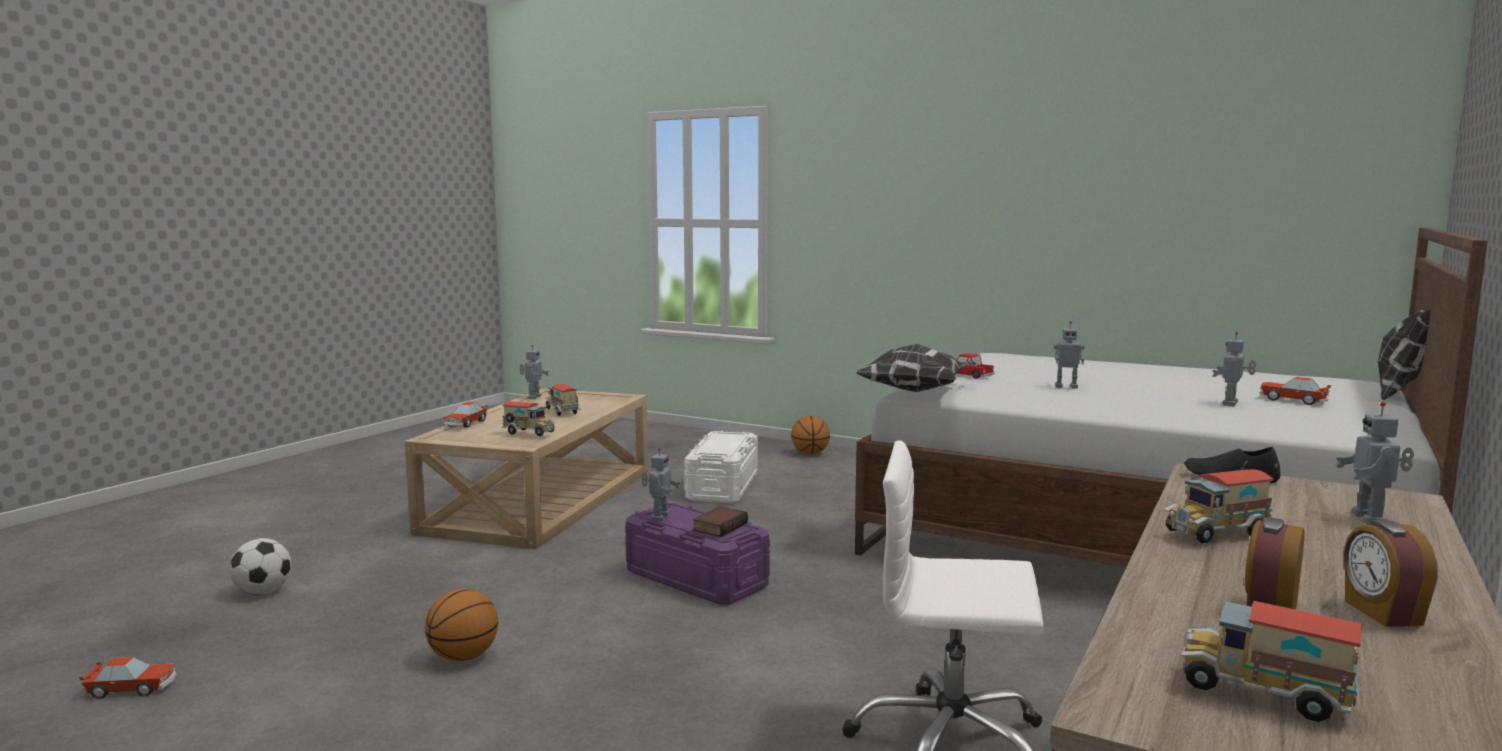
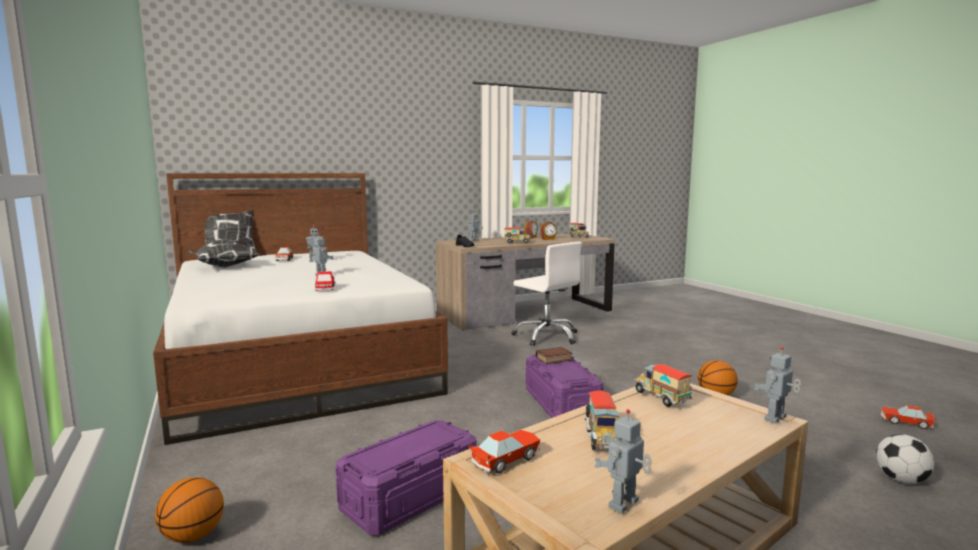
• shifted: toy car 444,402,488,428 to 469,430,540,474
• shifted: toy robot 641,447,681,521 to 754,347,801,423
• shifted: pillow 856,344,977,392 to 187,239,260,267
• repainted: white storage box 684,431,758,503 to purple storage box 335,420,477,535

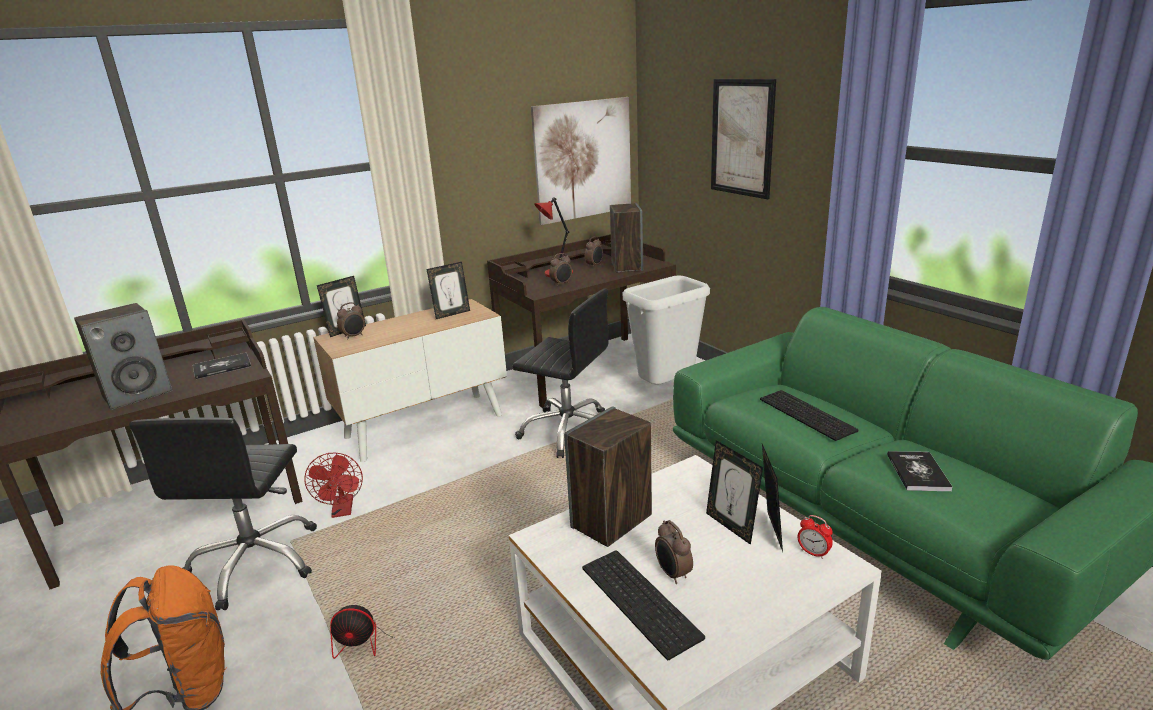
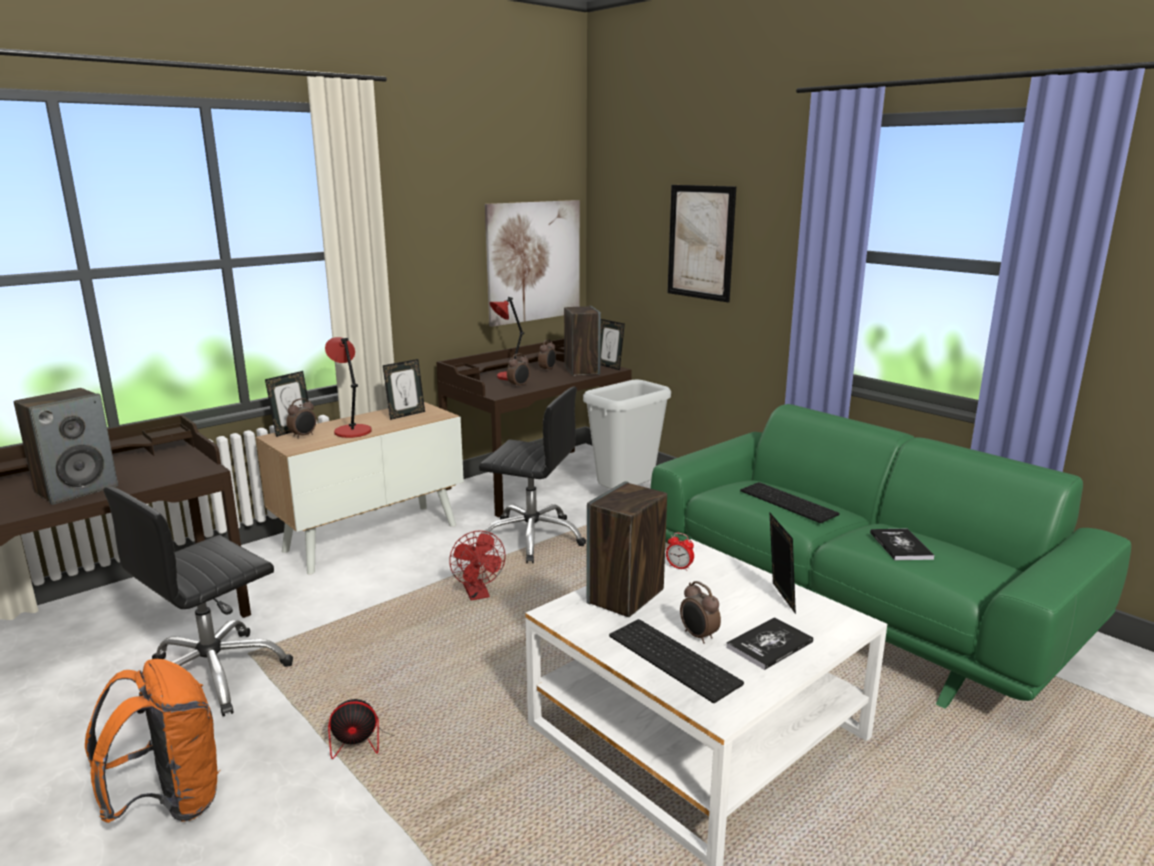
• new: red table lamp 325,337,372,438
• shifted: book 193,353,251,379 to 726,617,813,670
• shifted: red fan 304,453,363,518 to 449,531,505,601
• shifted: picture frame 706,440,763,545 to 600,319,625,370
• shifted: alarm clock 798,515,833,559 to 666,533,694,571
• rotated: black office chair 129,417,317,610 = 104,486,293,717 45 degrees clockwise

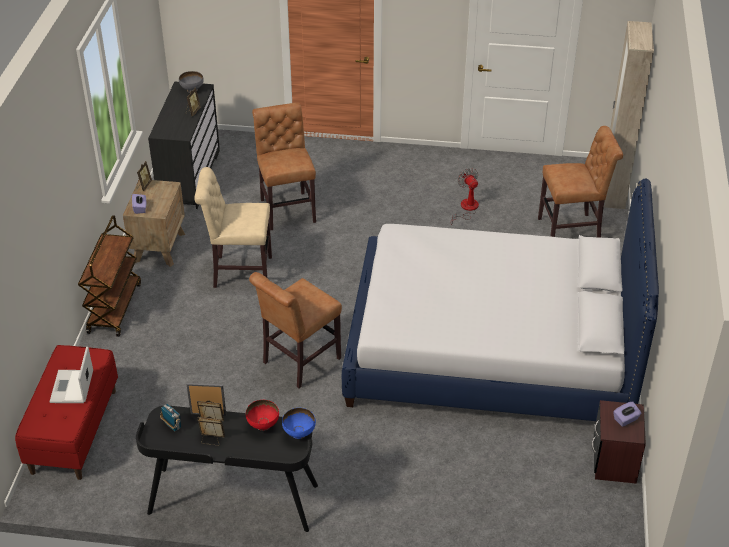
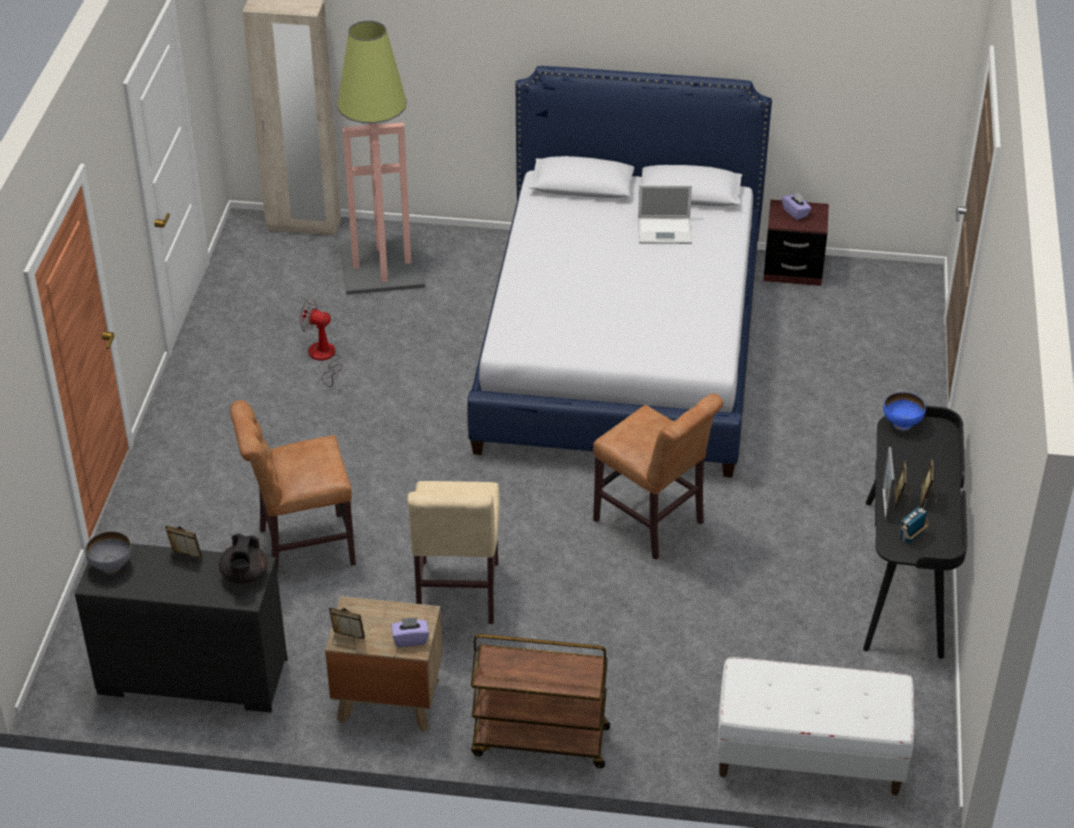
• gone: red bowl 246,400,279,431
• new: black teapot 219,534,268,584
• shifted: laptop 49,347,93,403 to 638,185,692,244
• swapped: brown chair 538,126,623,238 to floor lamp 337,20,425,295
• repainted: red bench 15,345,118,480 to white bench 717,657,914,795
• rotated: fan 451,168,479,225 = 299,299,343,387 45 degrees clockwise

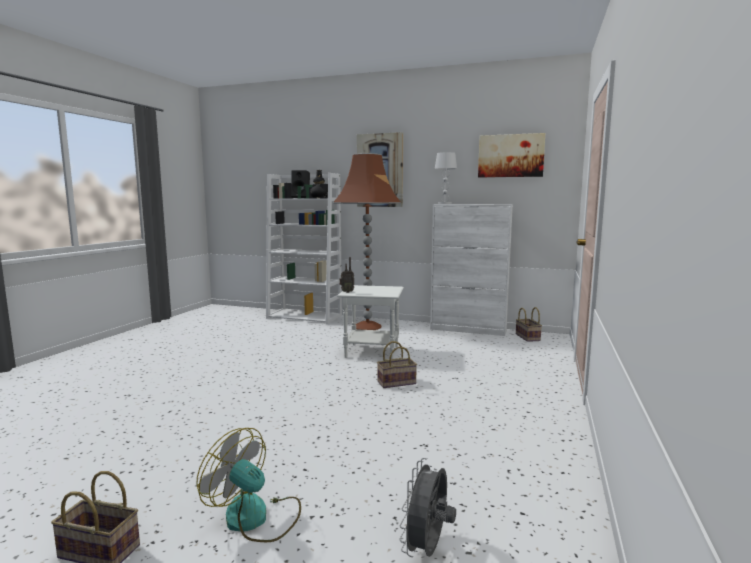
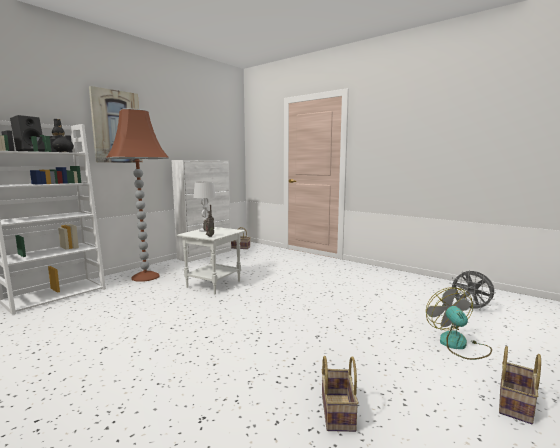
• gone: picture 478,133,545,177
• shifted: basket 377,341,417,388 to 322,356,359,432
• shifted: white table lamp 435,152,457,204 to 193,182,216,232
• rotated: fan 197,428,301,542 = 426,287,492,360 120 degrees clockwise

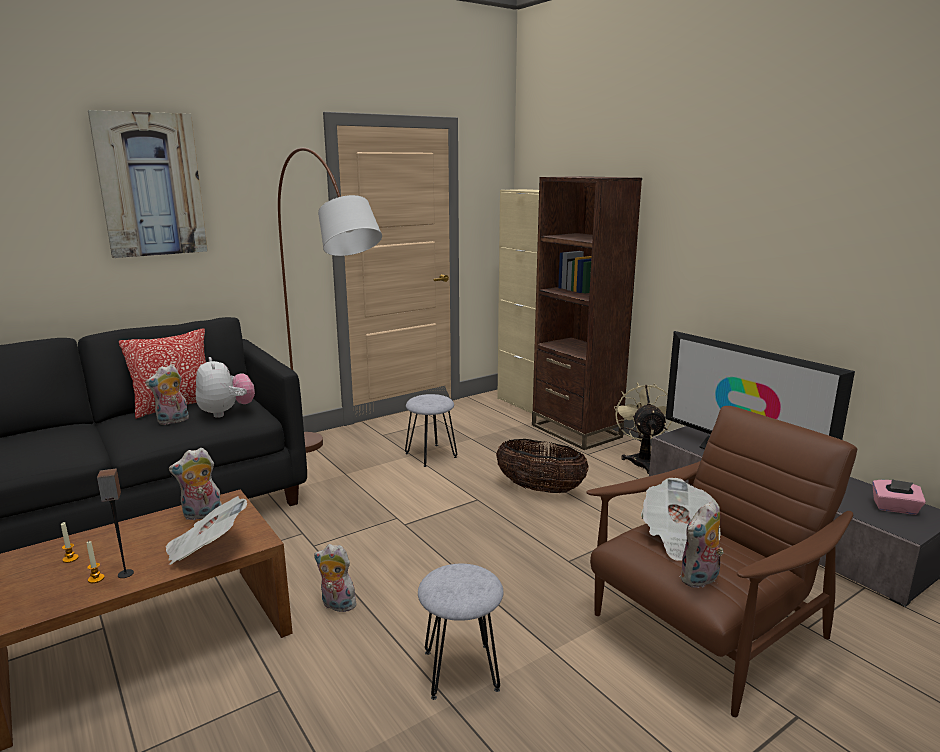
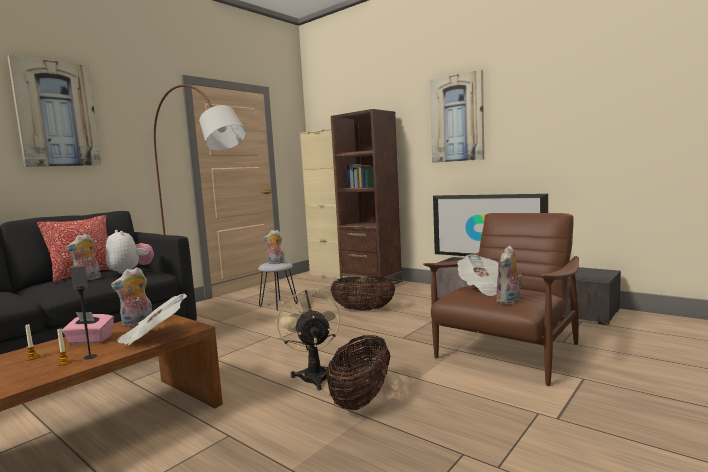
• new: picture 430,70,484,163
• shifted: plush toy 314,544,356,612 to 263,230,286,264
• shifted: beige fan 614,383,672,474 to 276,288,340,390
• shifted: pink tissue box 872,479,926,515 to 62,312,114,344
• swapped: grey stool 418,564,503,700 to basket 326,335,390,410

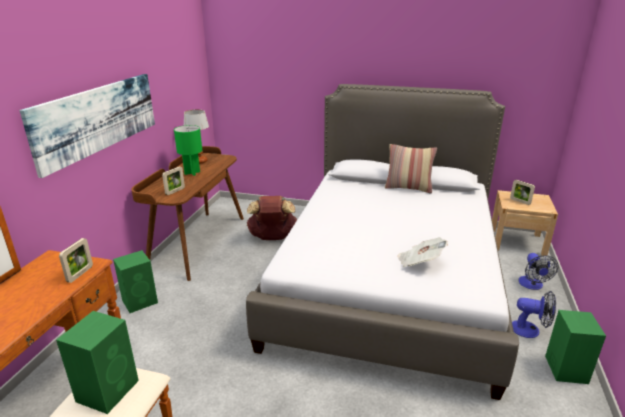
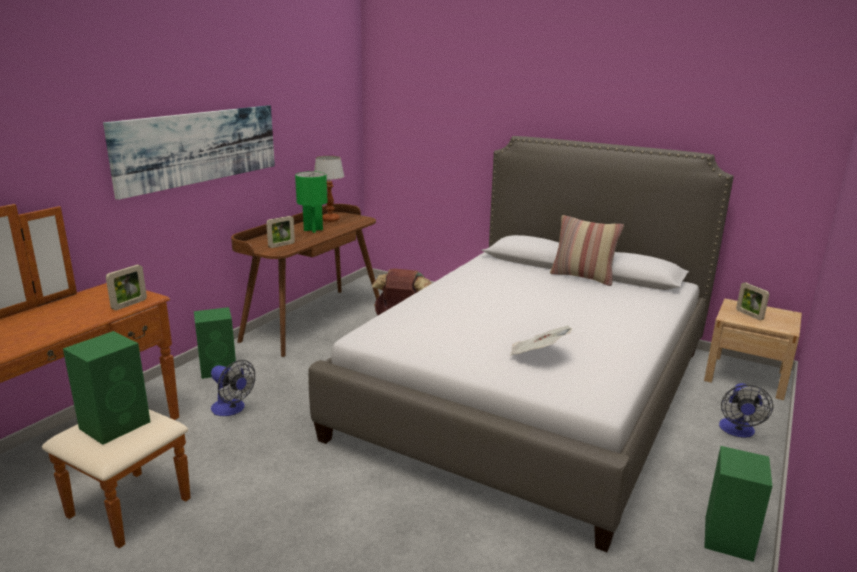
• shifted: fan 512,291,556,338 to 211,360,255,416

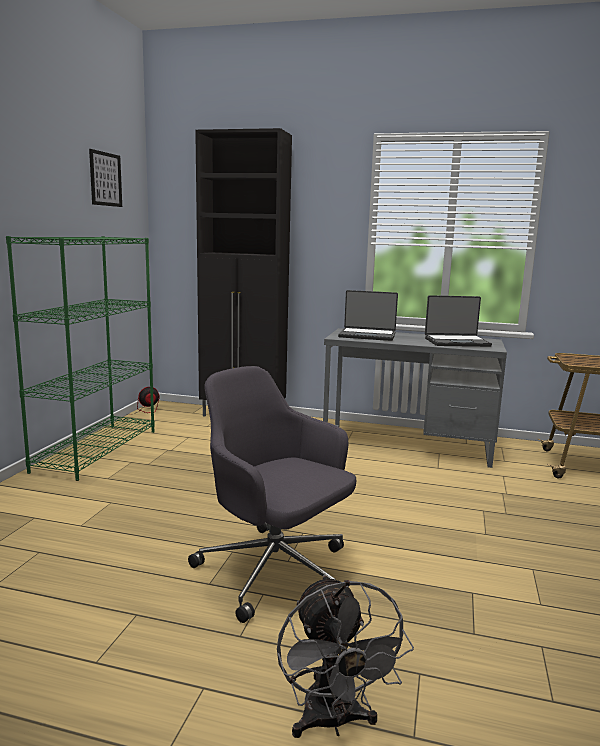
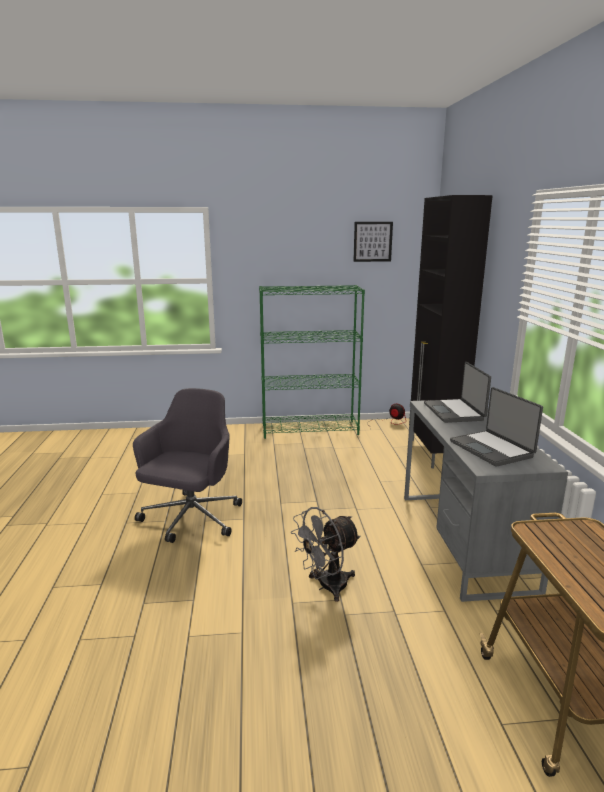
• shifted: grey fan 277,575,414,738 to 291,507,361,602

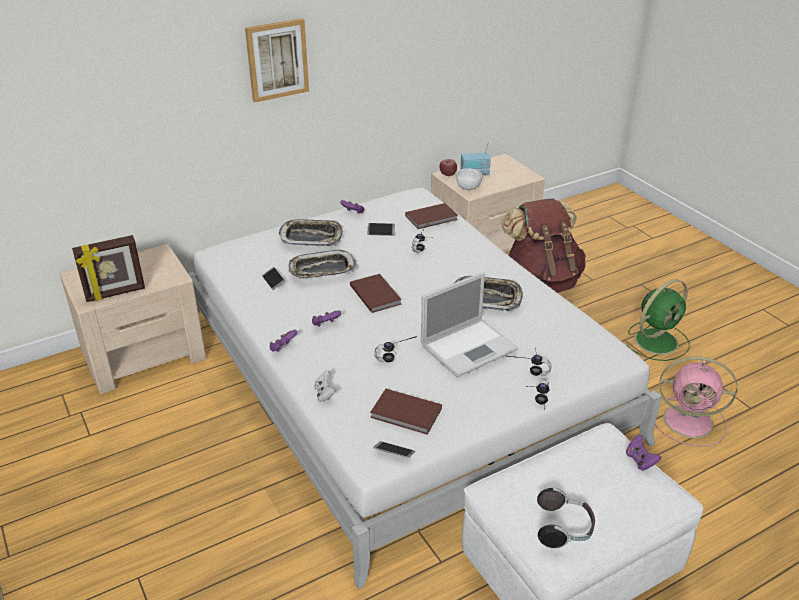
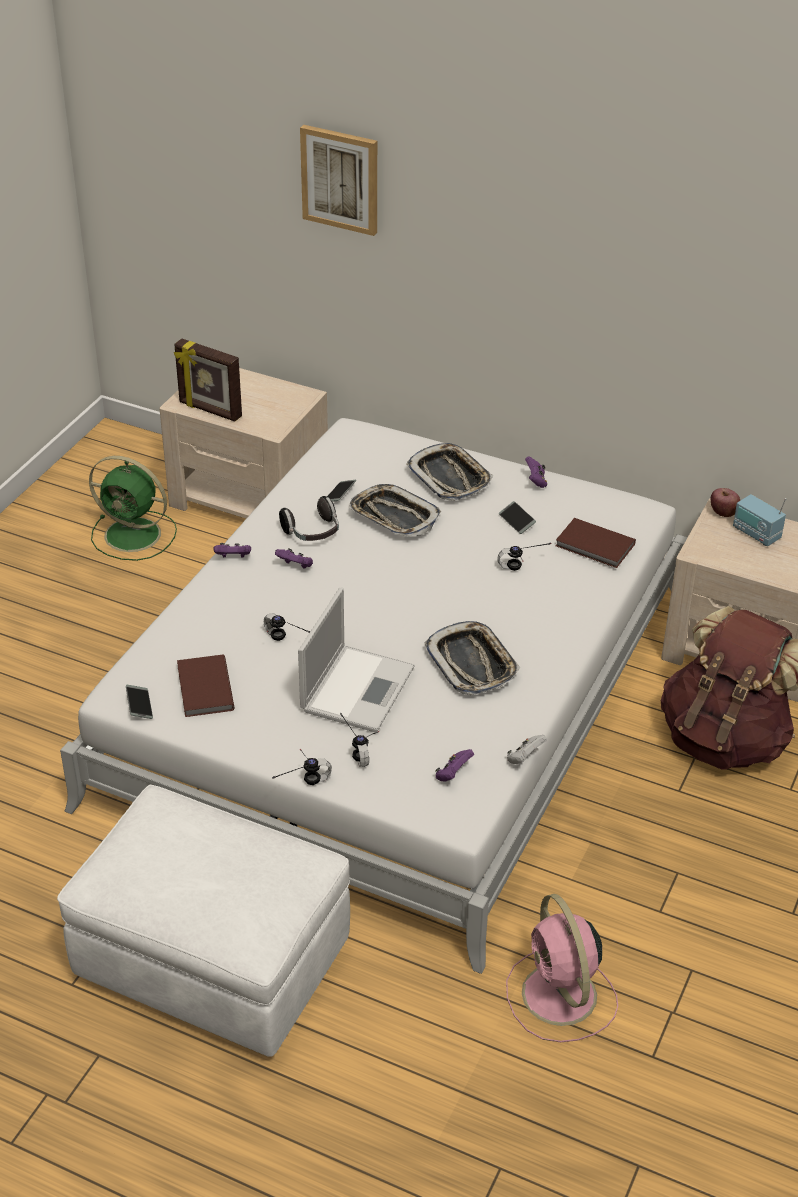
• gone: brown book 350,274,402,313
• gone: white bowl 456,168,482,190
• shifted: picture 245,18,309,102 to 300,125,377,236
• shifted: white game controller 314,370,336,402 to 507,735,547,764
• shifted: headphones 537,488,595,549 to 279,496,339,541
• shifted: green fan 626,279,690,361 to 89,456,177,561
• shifted: purple game controller 626,434,661,471 to 435,749,474,781
• rotated: laptop 421,272,518,378 = 298,588,415,733 90 degrees counterclockwise

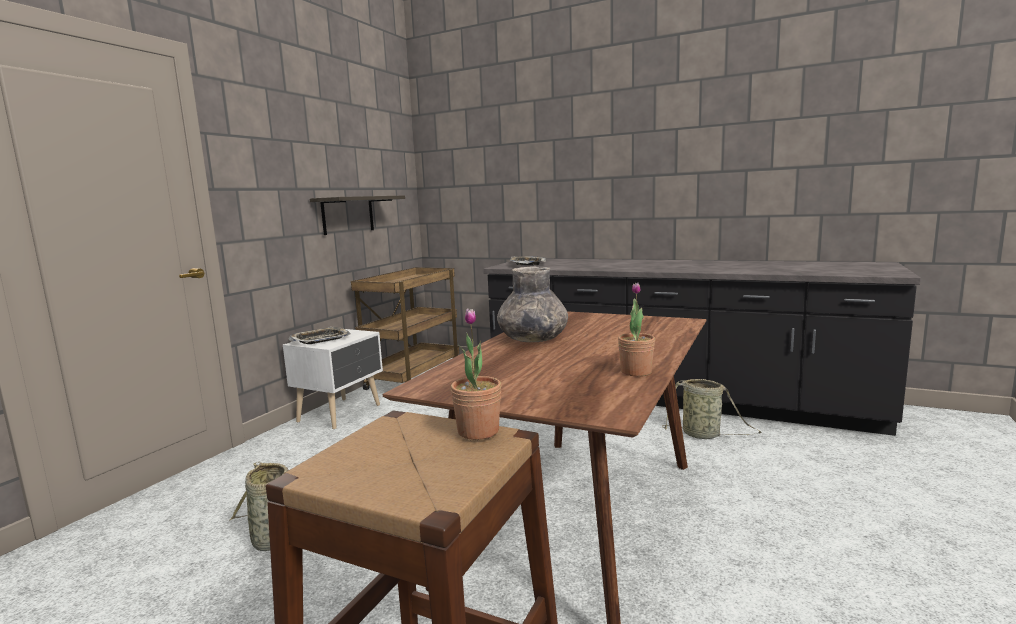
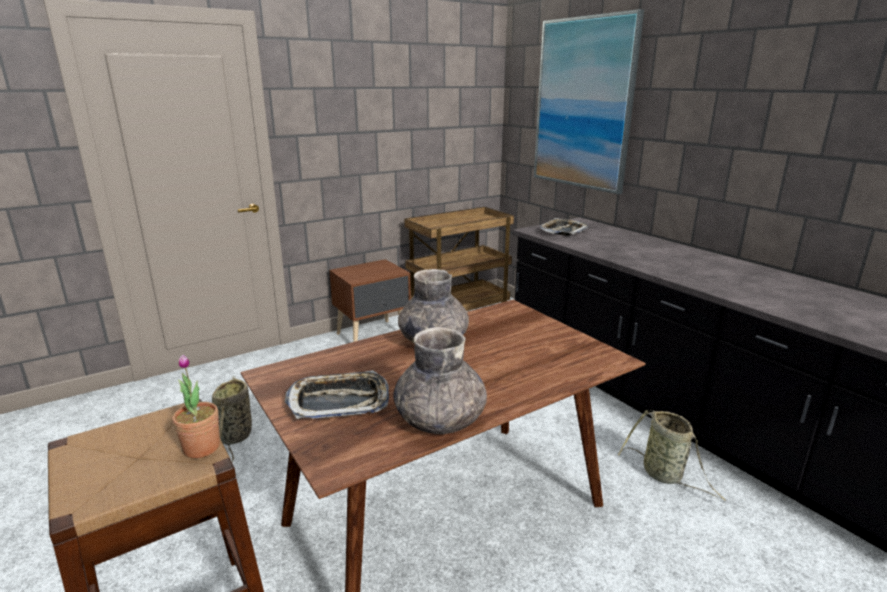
• gone: shelf 310,195,405,235
• new: picture 534,9,644,194
• shifted: tray 288,327,350,344 to 285,370,389,419
• swapped: potted plant 618,282,655,376 to grey vase 393,327,487,434
• repainted: white nightstand 283,329,383,429 to brown nightstand 329,259,411,342

